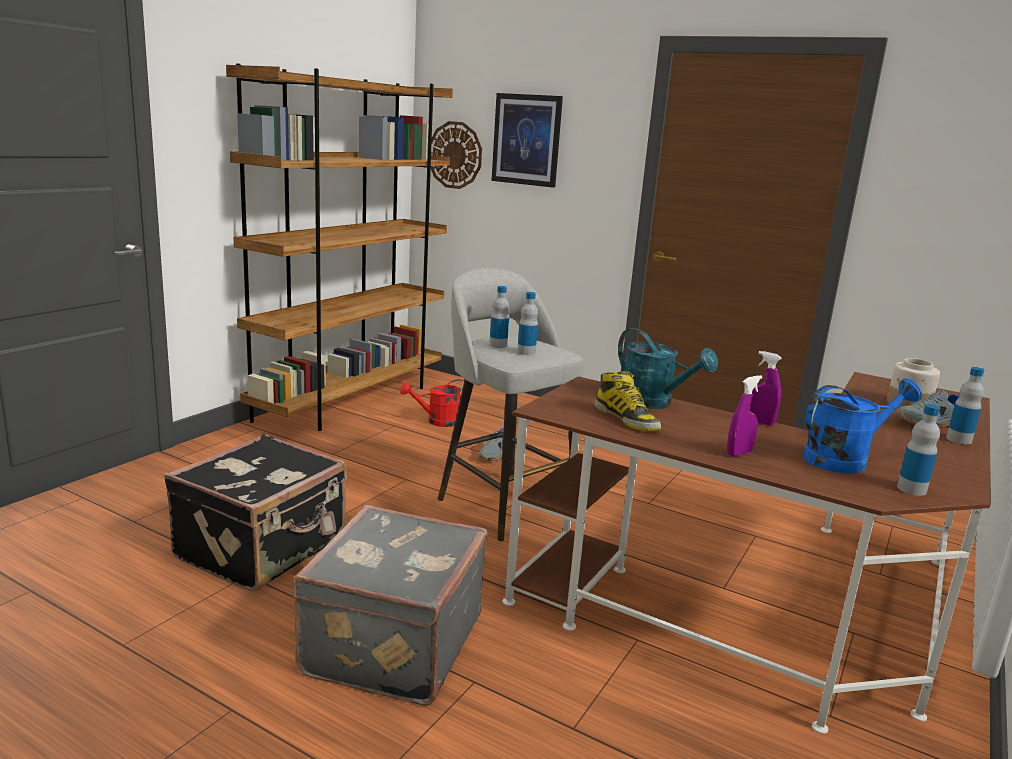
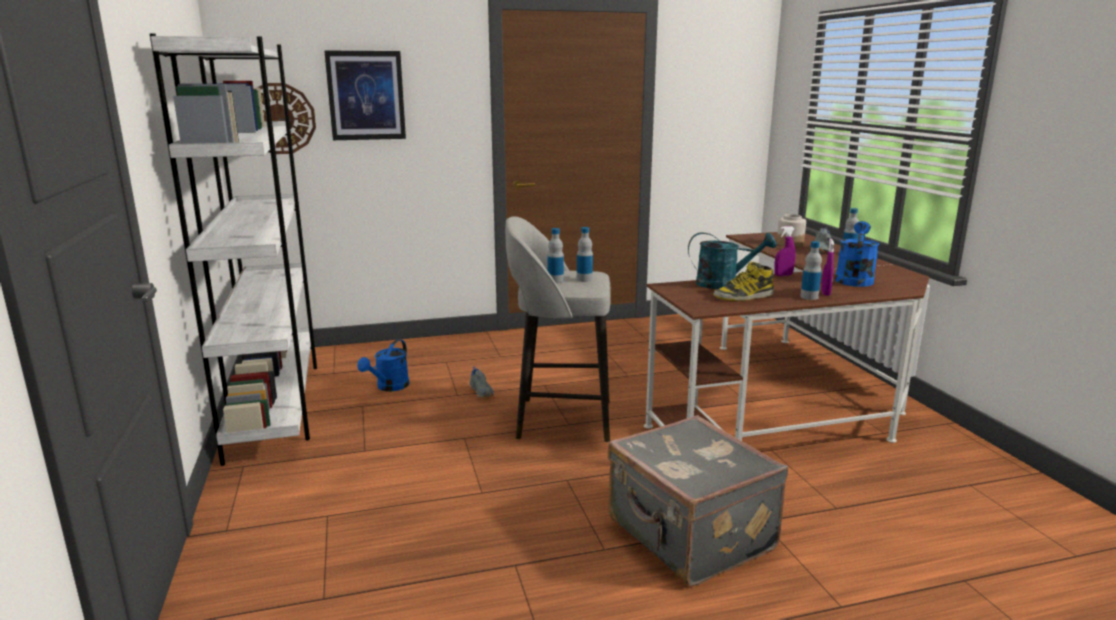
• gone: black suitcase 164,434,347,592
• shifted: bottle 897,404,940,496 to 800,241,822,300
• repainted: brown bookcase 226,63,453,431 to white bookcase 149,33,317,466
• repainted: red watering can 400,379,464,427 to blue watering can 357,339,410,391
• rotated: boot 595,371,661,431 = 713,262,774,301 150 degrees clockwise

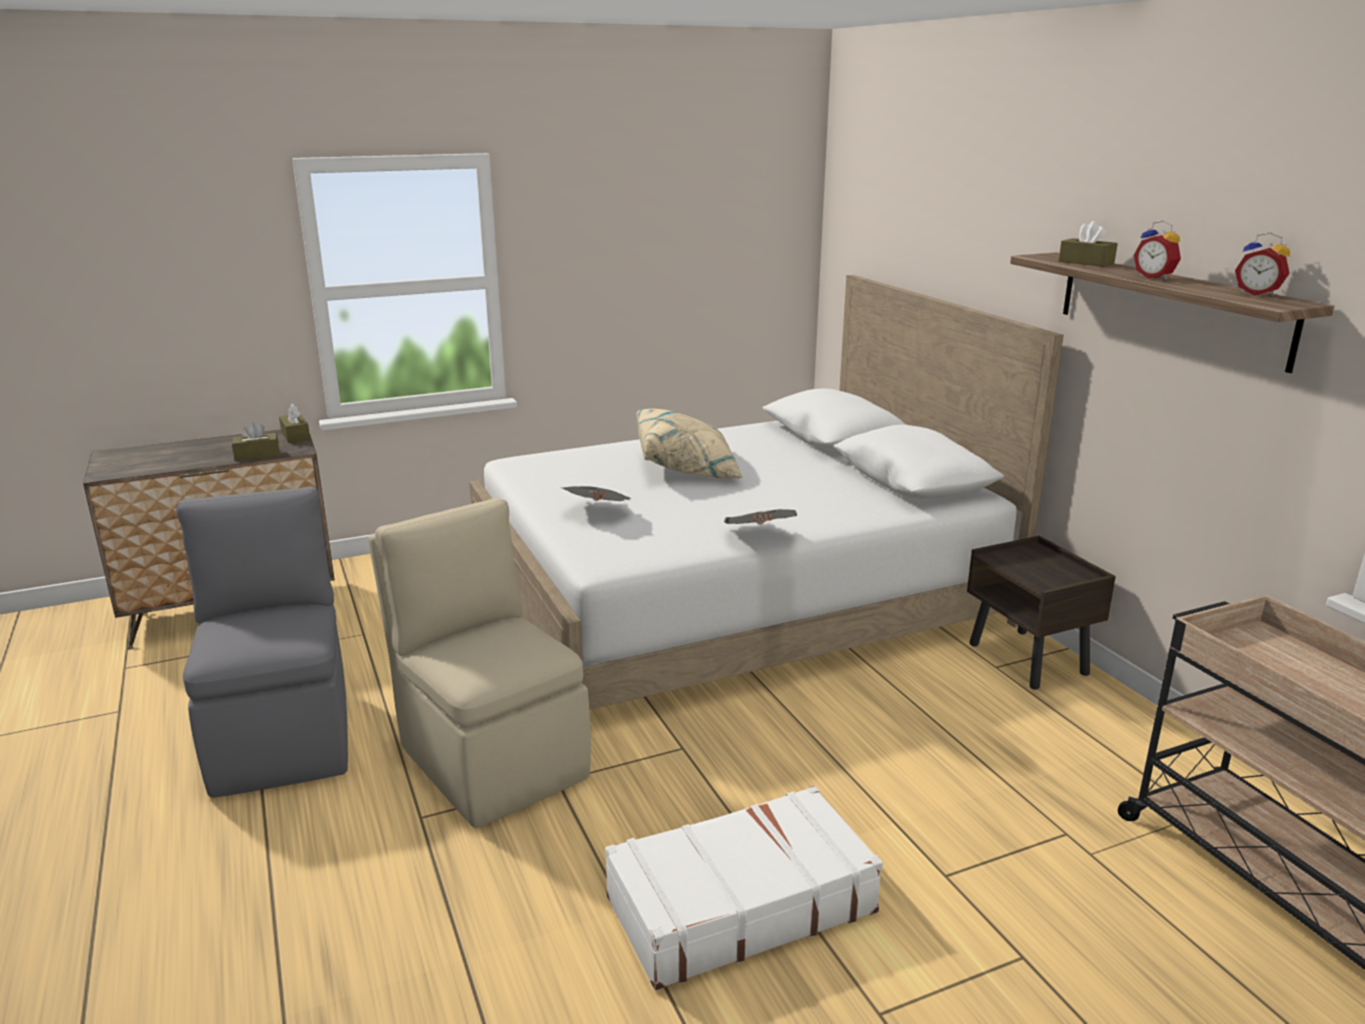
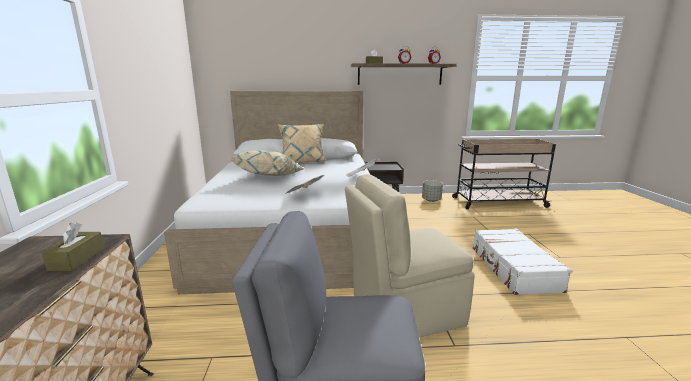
• gone: brown tissue box 279,404,310,443
• new: beige pillow 278,124,328,163
• new: grey planter 422,180,443,202

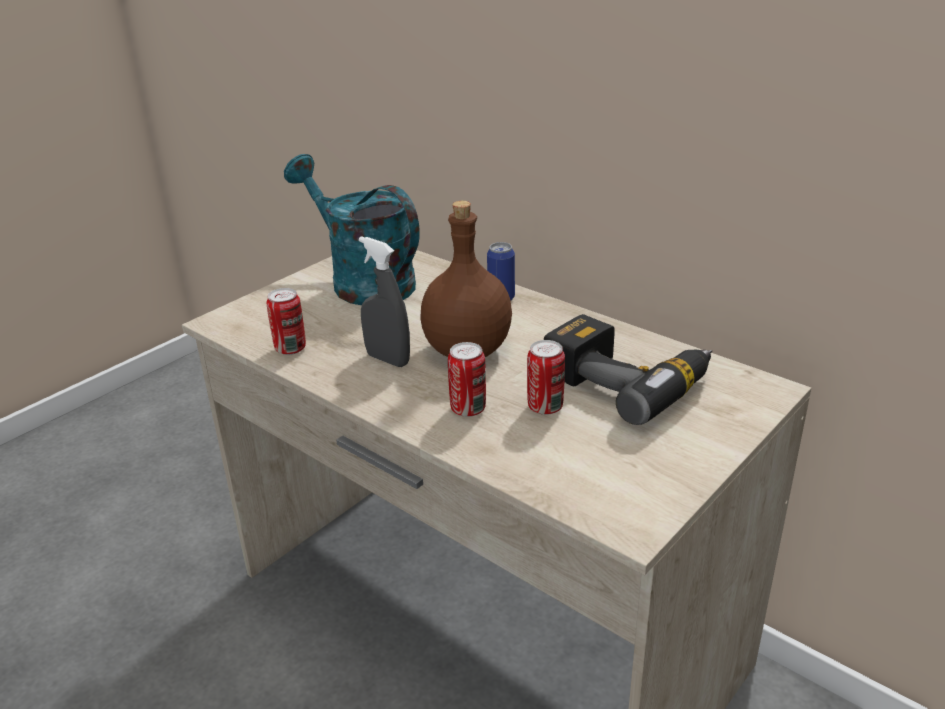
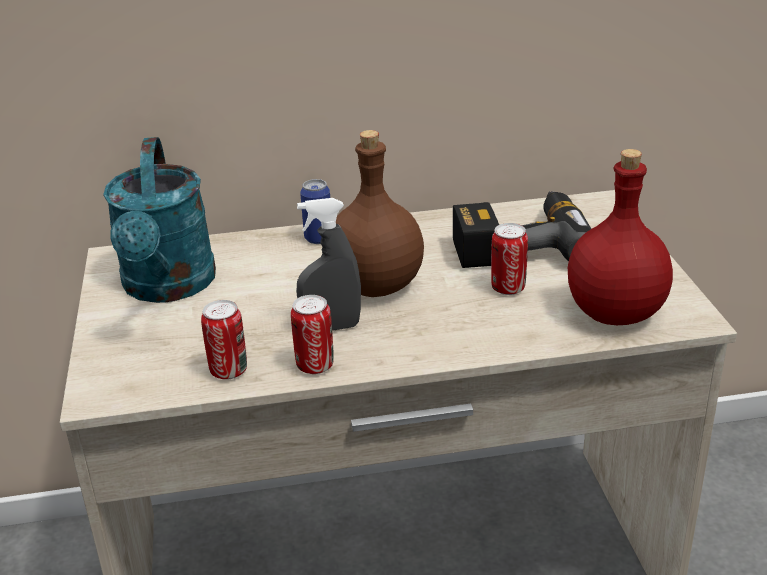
• new: red bottle 568,149,673,325
• shifted: can 448,342,486,417 to 291,295,334,374
• rotated: turquoise watering can 284,154,420,305 = 103,137,216,303 90 degrees counterclockwise

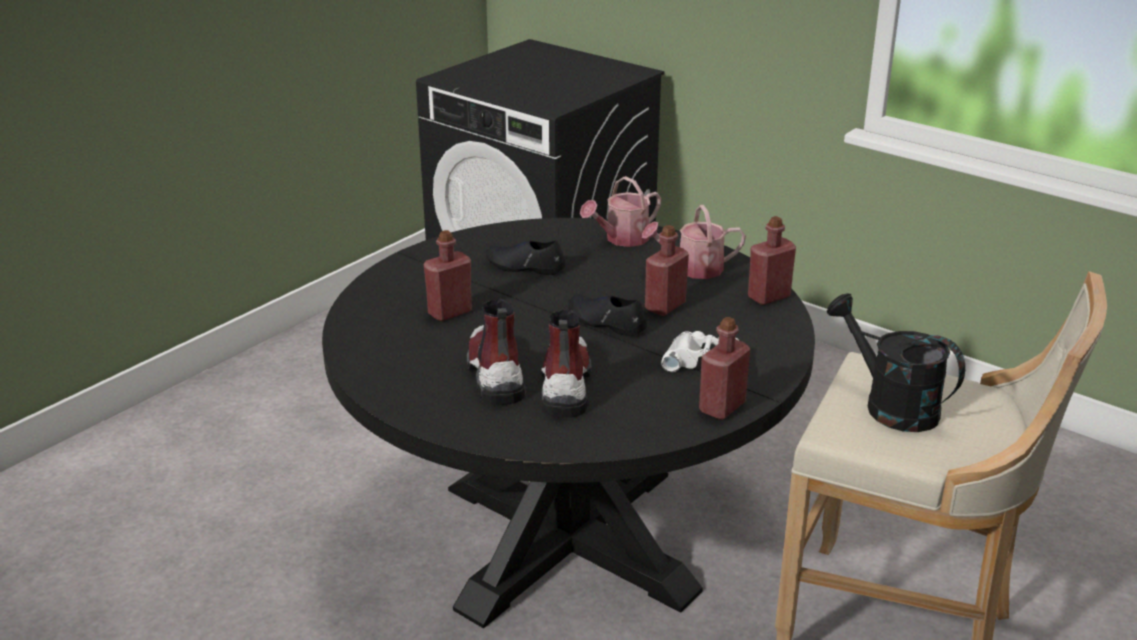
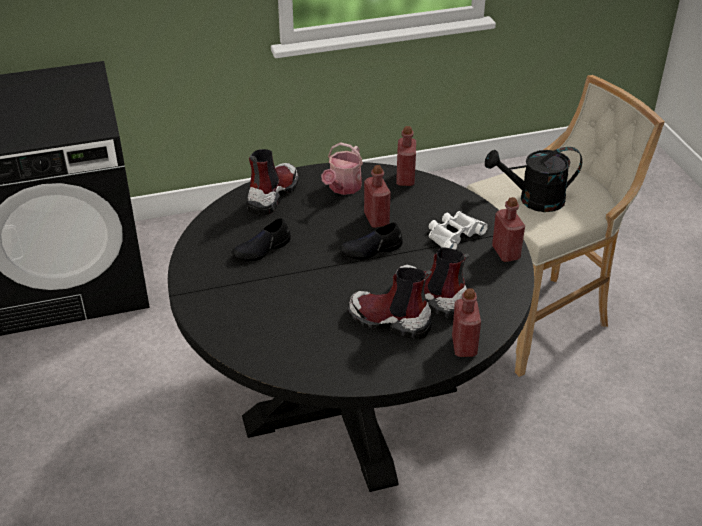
• shifted: red bottle 424,230,472,321 to 452,288,481,357
• swapped: watering can 580,176,661,247 to boot 246,149,299,216

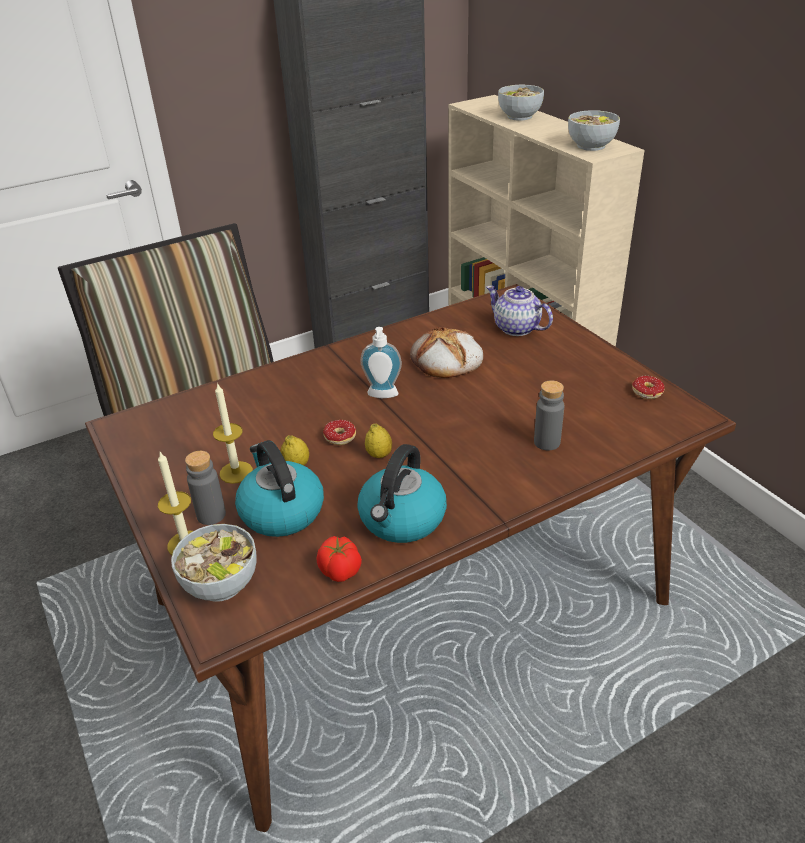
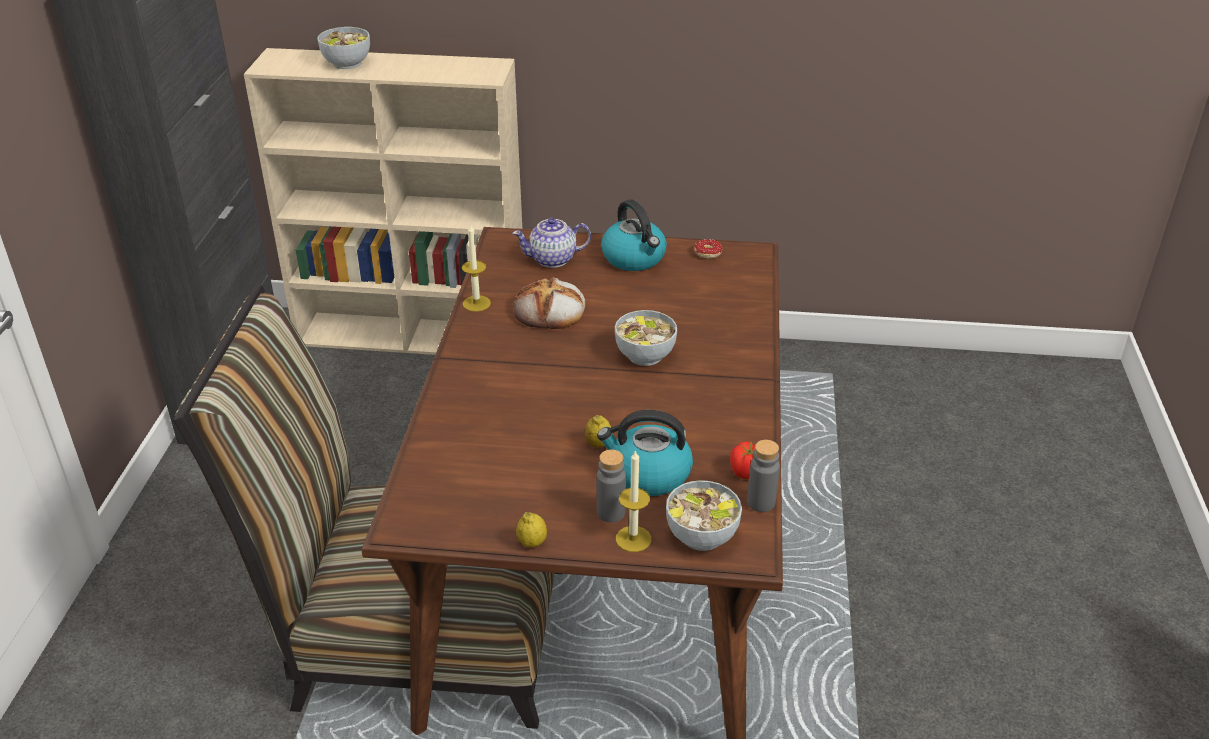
• gone: donut 323,420,356,447
• gone: soap dispenser 361,327,402,398
• shifted: candle 213,383,253,484 to 462,224,491,312
• shifted: kettle 357,444,447,543 to 601,200,667,271
• shifted: lemon 365,424,392,458 to 516,512,547,547
• shifted: grey bottle 534,380,565,450 to 747,440,780,512
• shifted: bowl 568,110,620,151 to 615,310,677,366

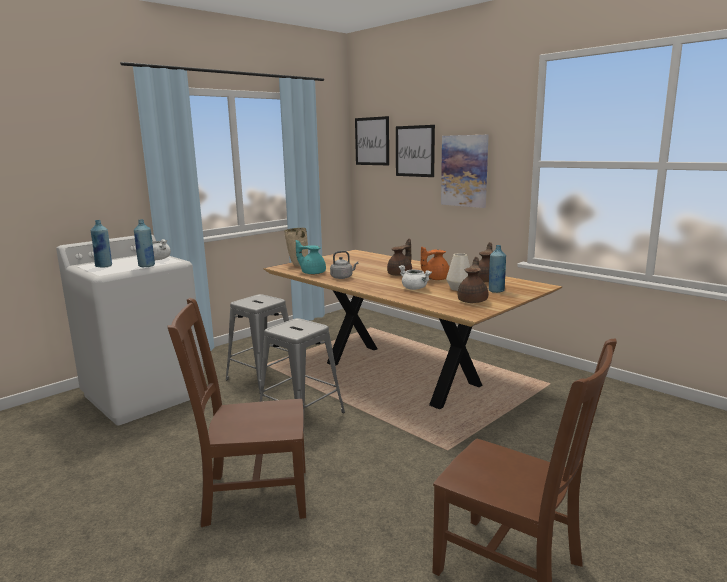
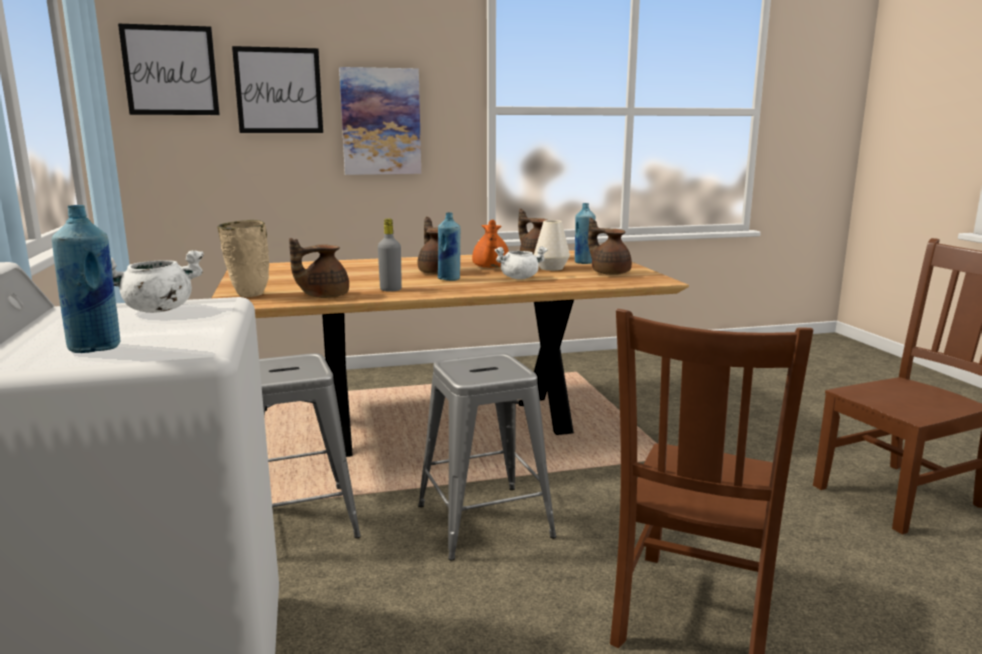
• shifted: blue bottle 134,219,155,267 to 438,212,460,281
• swapped: grey kettle 330,251,358,279 to grey bottle 378,219,402,292
• repainted: turquoise teapot 296,240,326,274 to brown teapot 289,238,349,298

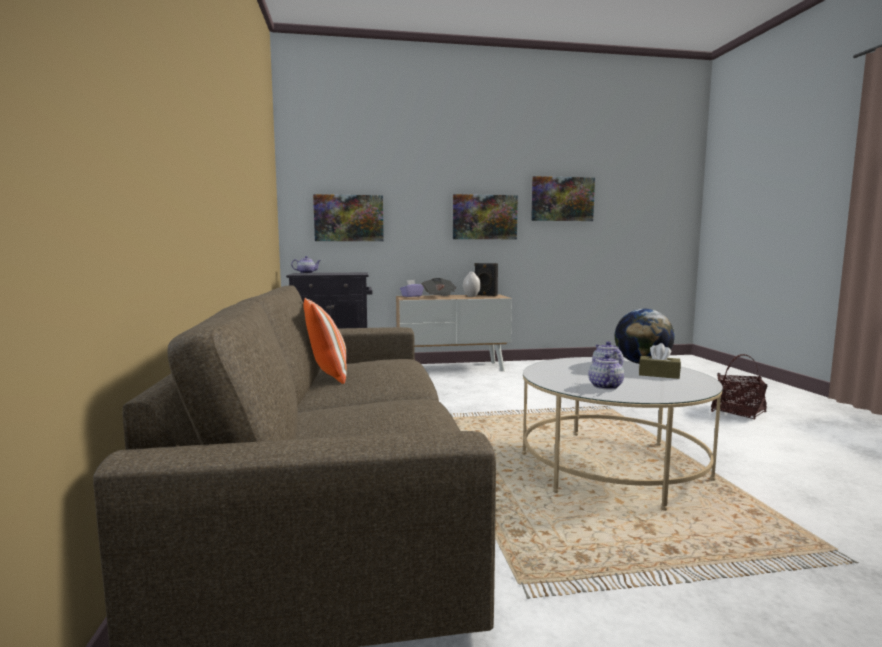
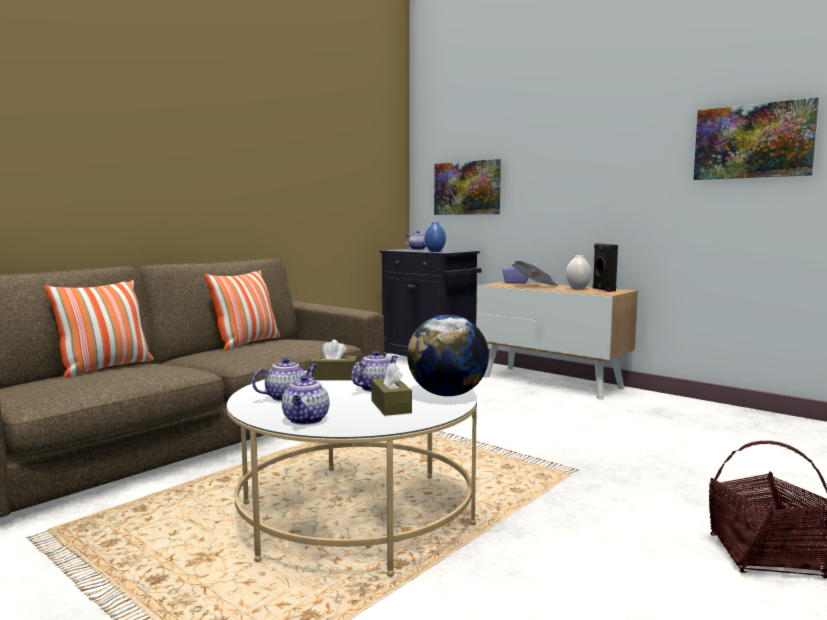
• gone: picture 453,194,518,239
• new: pillow 44,280,154,378
• new: teapot 282,375,330,425
• new: brown tissue box 310,340,358,380
• new: blue vase 424,222,446,252

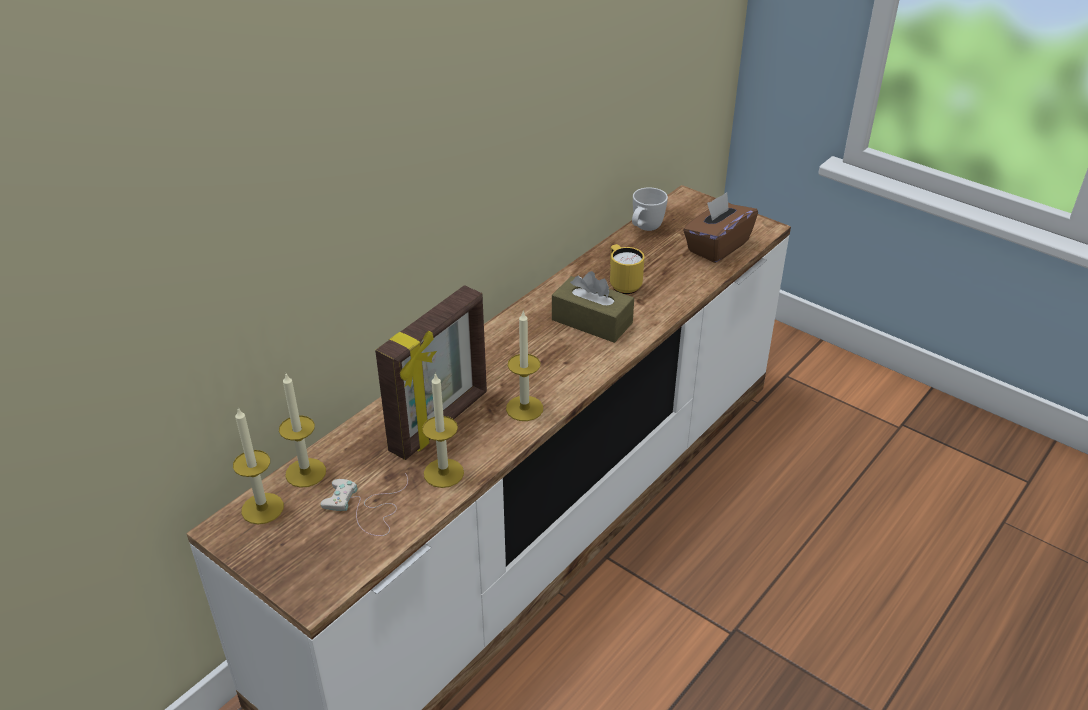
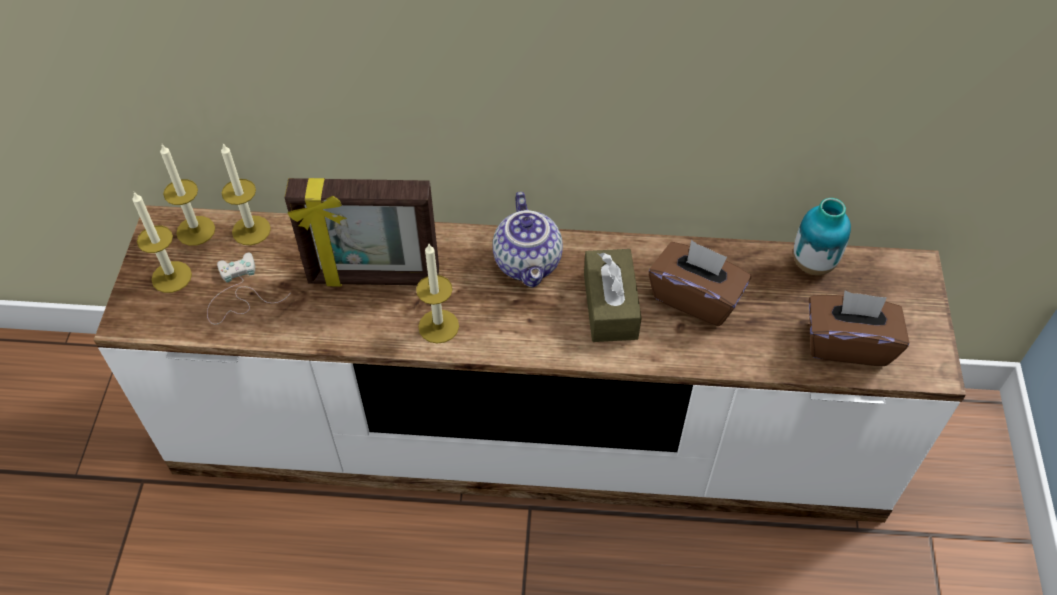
• new: teapot 493,192,563,288
• shifted: candle 422,372,464,488 to 132,192,192,293
• swapped: yellow mug 610,244,644,294 to brown tissue box 649,240,751,326
• swapped: white mug 632,187,668,231 to vase 793,198,851,275

